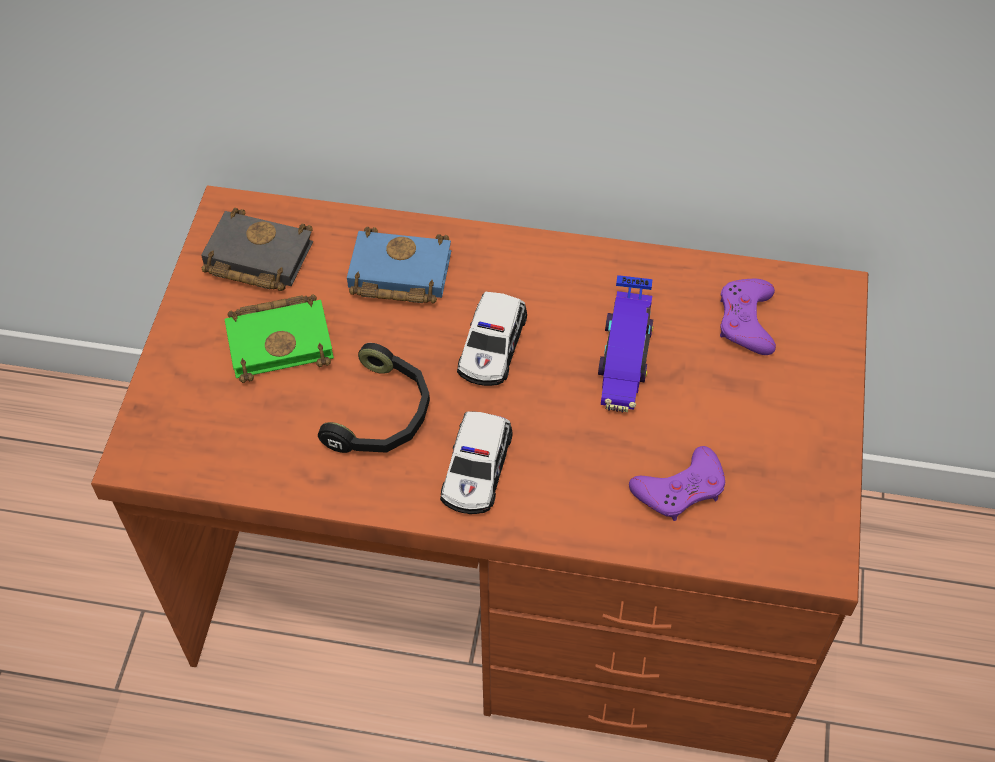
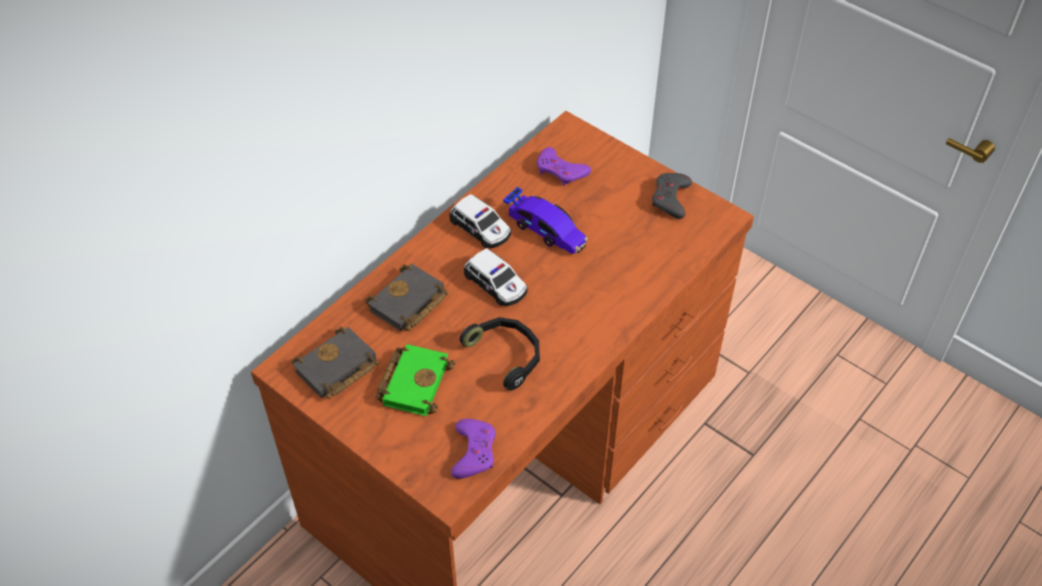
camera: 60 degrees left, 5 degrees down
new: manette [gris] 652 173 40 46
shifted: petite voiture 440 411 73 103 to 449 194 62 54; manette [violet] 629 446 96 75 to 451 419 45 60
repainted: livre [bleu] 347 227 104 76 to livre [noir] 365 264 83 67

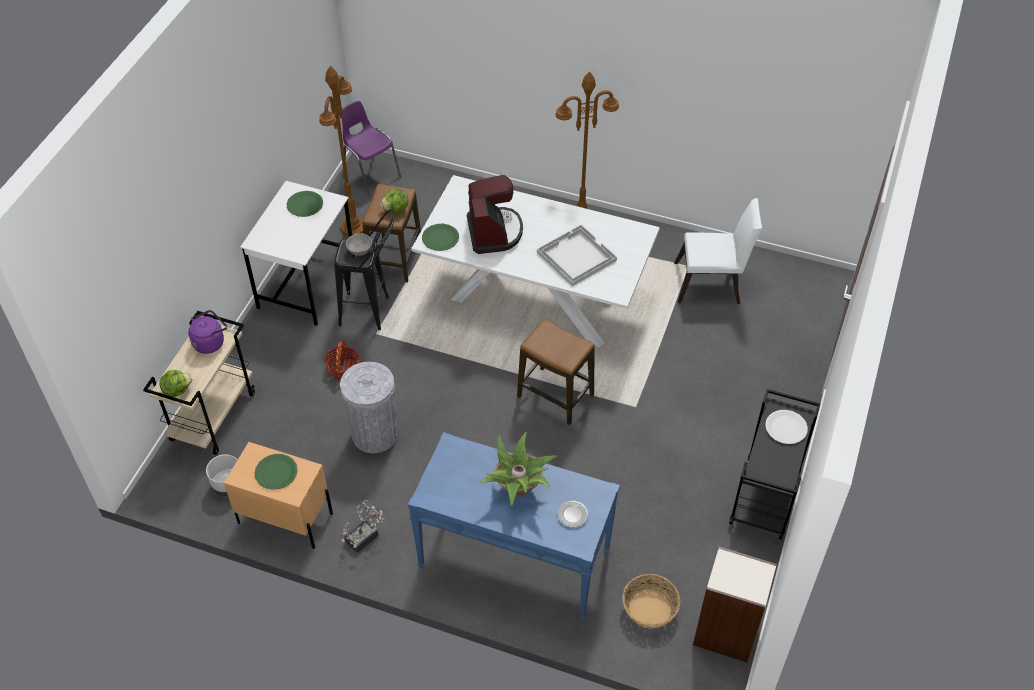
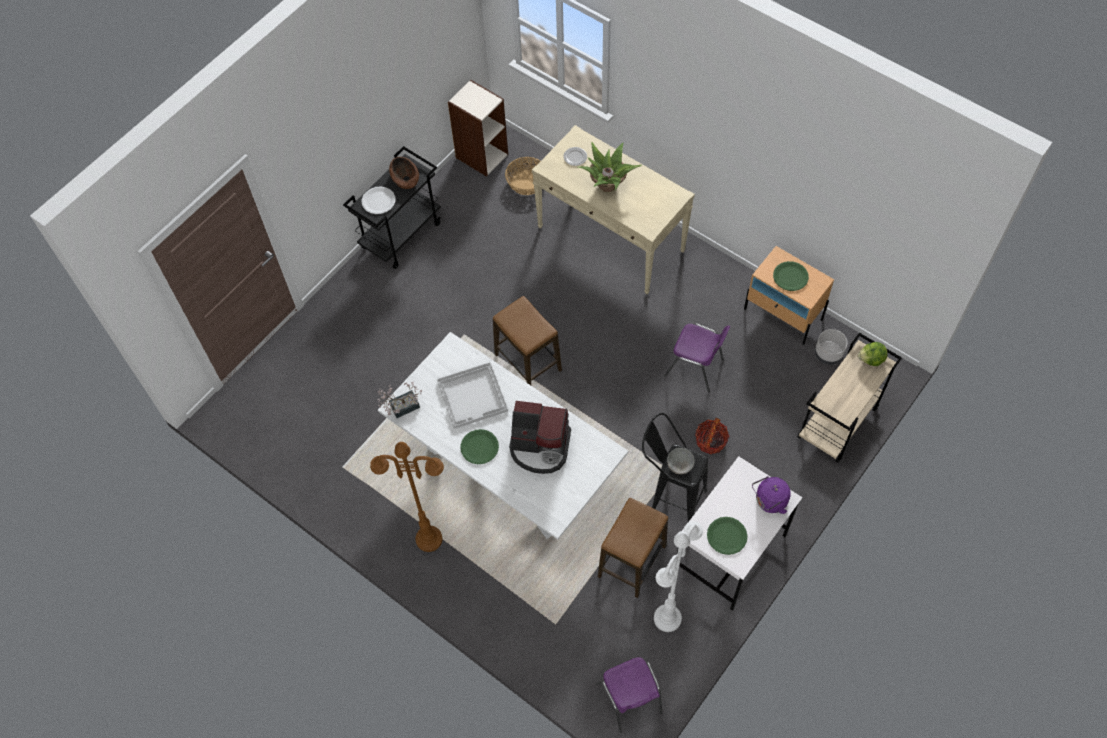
camera: 160 degrees left, 10 degrees up
gone: laitue 380 189 28 24; chaise [blanc] 674 198 88 106
new: bol [marron] 389 157 30 32
shifted: bouilloire [violet] 188 310 39 44 to 752 476 39 38; plante en pot 342 500 43 53 to 378 382 44 36; assiette [vert] 422 224 37 27 to 460 429 39 35
swapped: poubelle [gris] 340 362 58 91 to chaise [violet] 664 323 66 69
repainted: lampadaire [marron] 319 66 44 171 to lampadaire [blanc] 654 521 49 111; table console [bleu] 408 432 212 189 to table console [beige] 532 125 163 169
rotated: machine à café 467 175 56 79 = 509 401 62 73 90 degrees counterclockwise

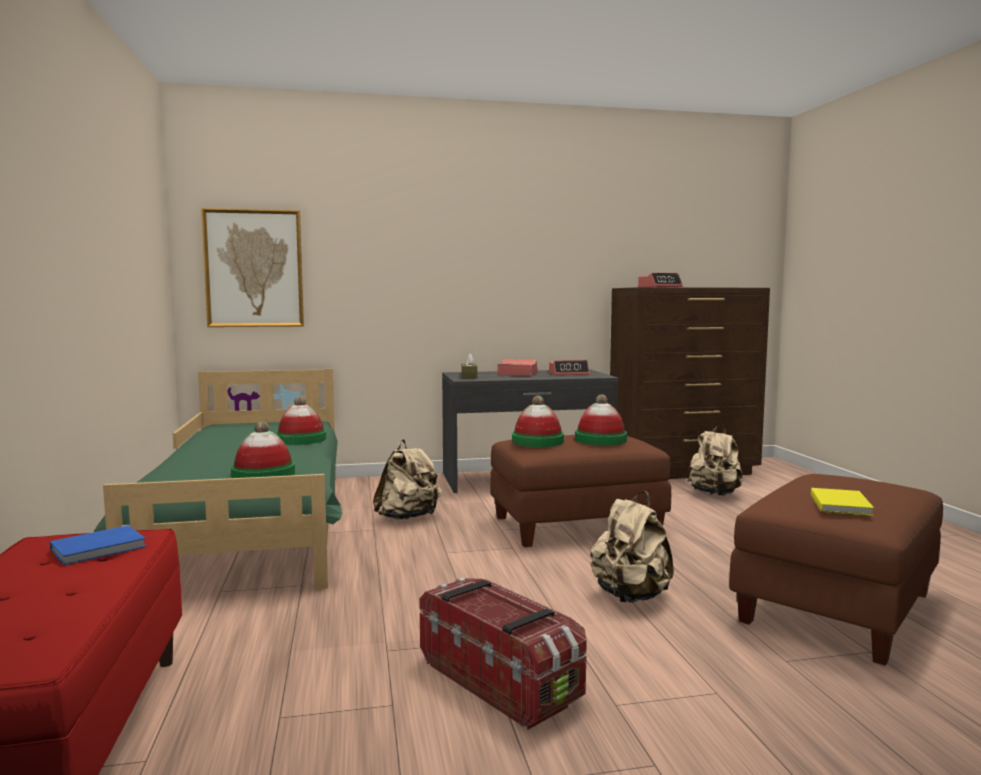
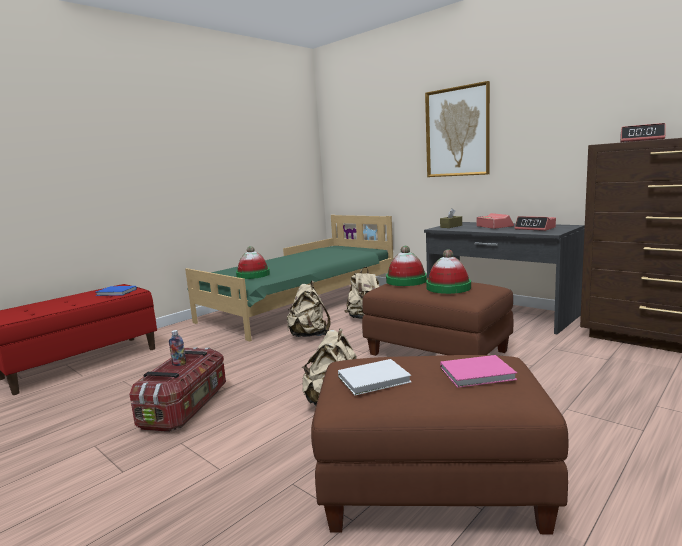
camera: 55 degrees right, 5 degrees up
gone: chapeau 276 397 50 48
new: bouteille 169 330 17 36; livre [rose] 440 355 77 33
shifted: tableau 201 208 103 119 to 425 81 65 96; sac à dos [beige] 687 424 56 72 to 287 281 44 56
repainted: livre [jaune] 811 488 63 28 to livre [blanc] 338 359 74 36

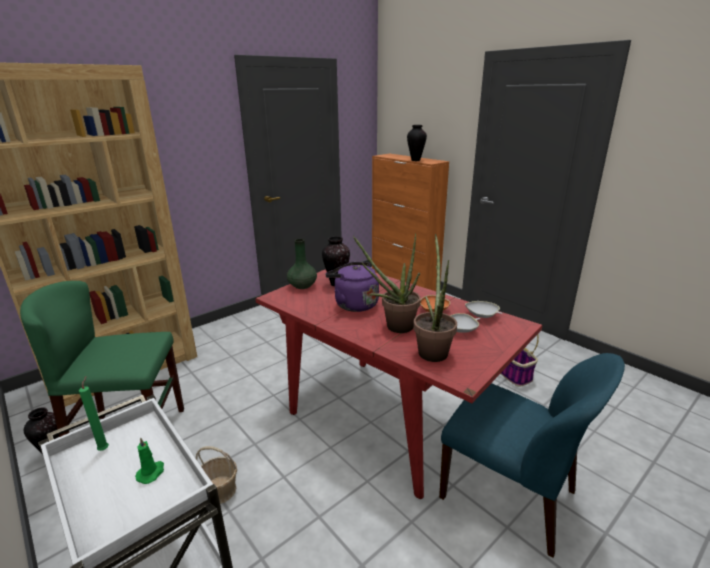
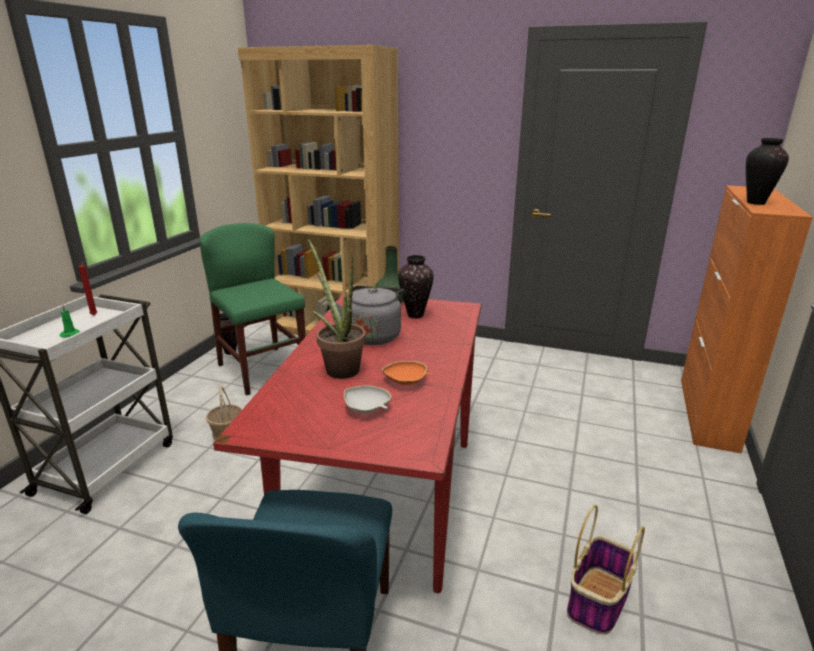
camera: 60 degrees right, 0 degrees up
gone: plante en pot 413 234 44 128; bol [blanc] 465 301 38 17
repainted: bougie [vert] 79 376 30 75 to bougie [rouge] 79 259 18 56; bouilloire [violet] 325 262 54 50 to bouilloire [gris] 336 286 68 59

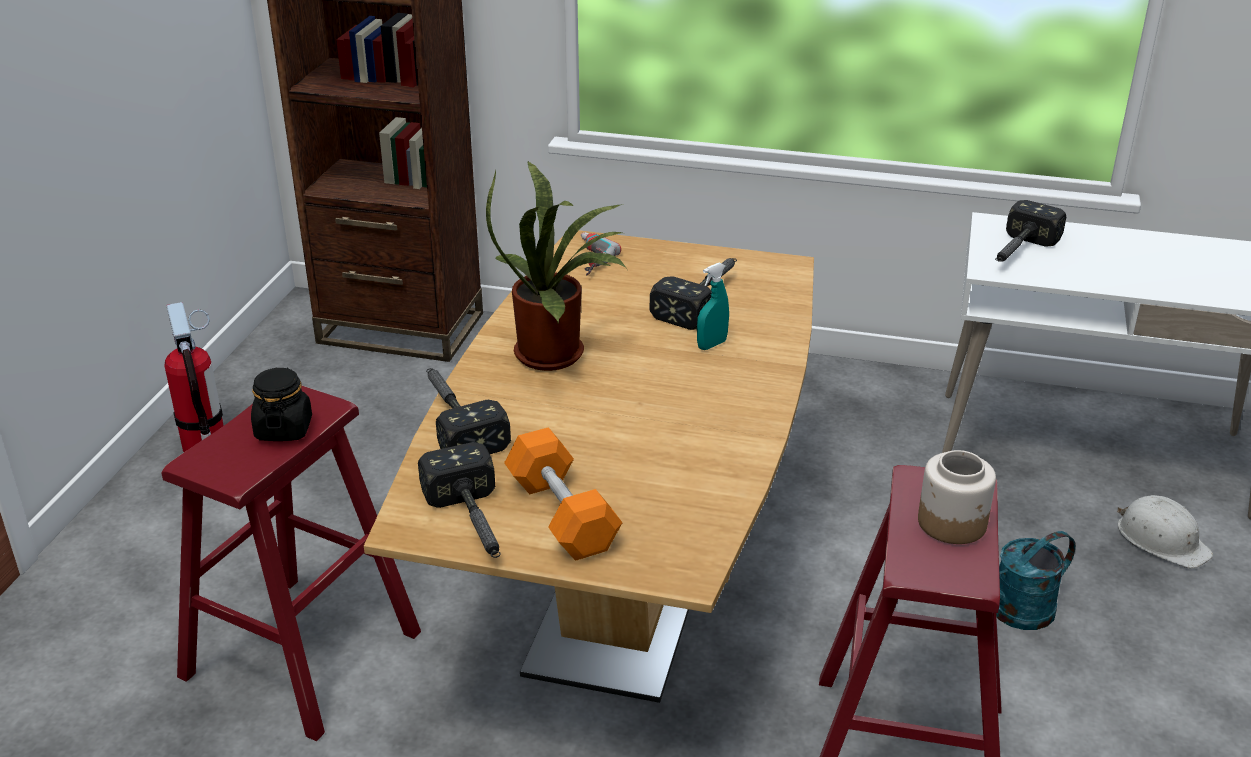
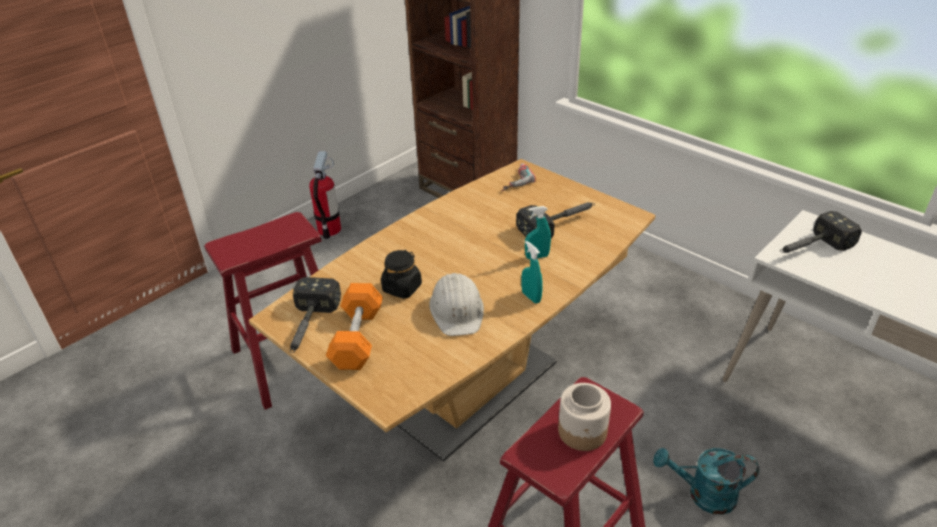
camera: 30 degrees right, 5 degrees up
gone: marteau 426 368 85 86; plante en pot 486 160 141 211
new: vaporisateur [turquoise] 522 241 21 63
shifted: bocal [noir] 251 368 61 73 to 381 250 41 49; casque de chantier [blanc] 1117 495 96 73 to 429 273 55 63

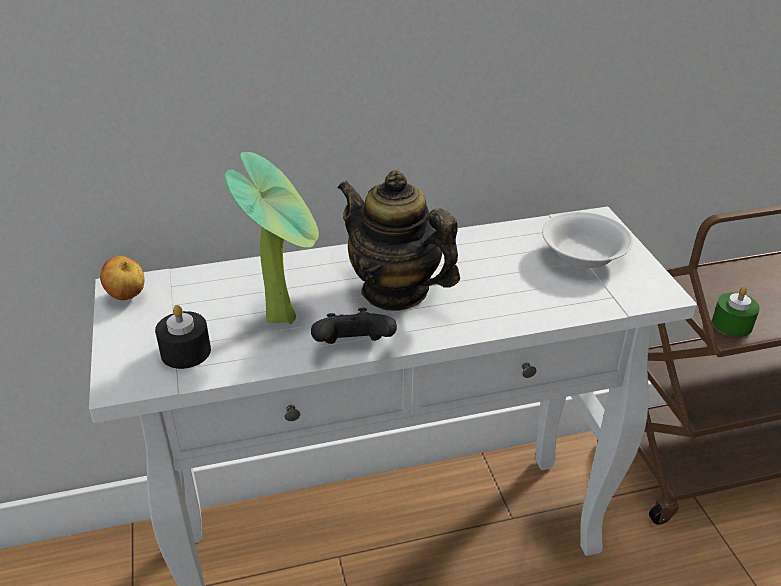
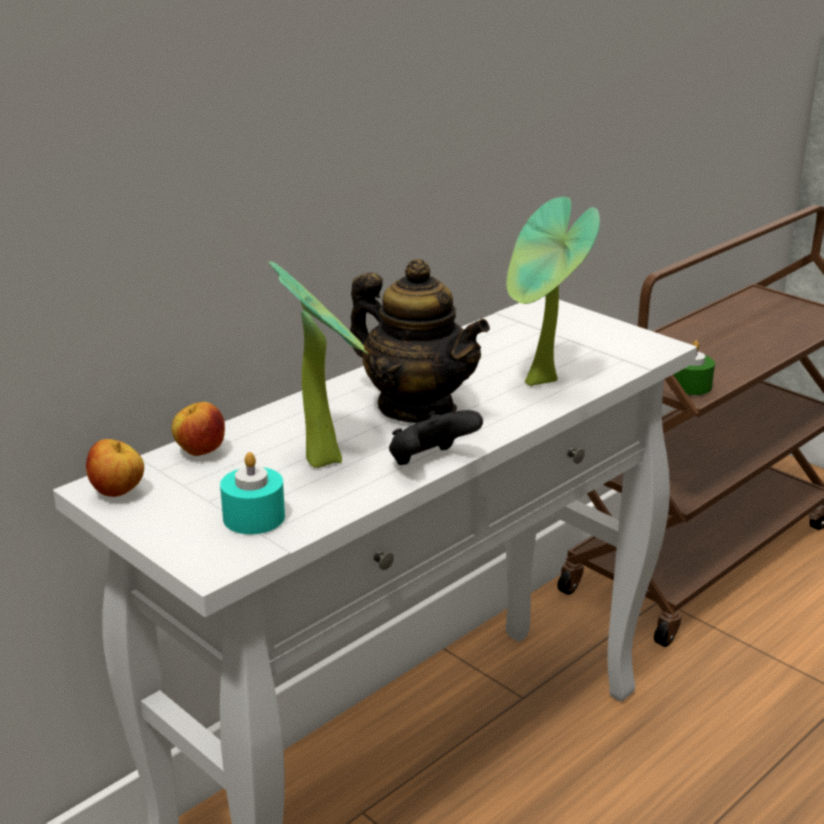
camera: 30 degrees left, 10 degrees down
gone: bol [blanc] 542 212 91 56
new: pomme 171 402 54 54; plante en pot 507 197 93 189
repainted: bougie [noir] 155 305 56 64 to bougie [turquoise] 220 452 65 82
rotated: théière 337 170 123 141 = 350 259 140 164 150 degrees counterclockwise

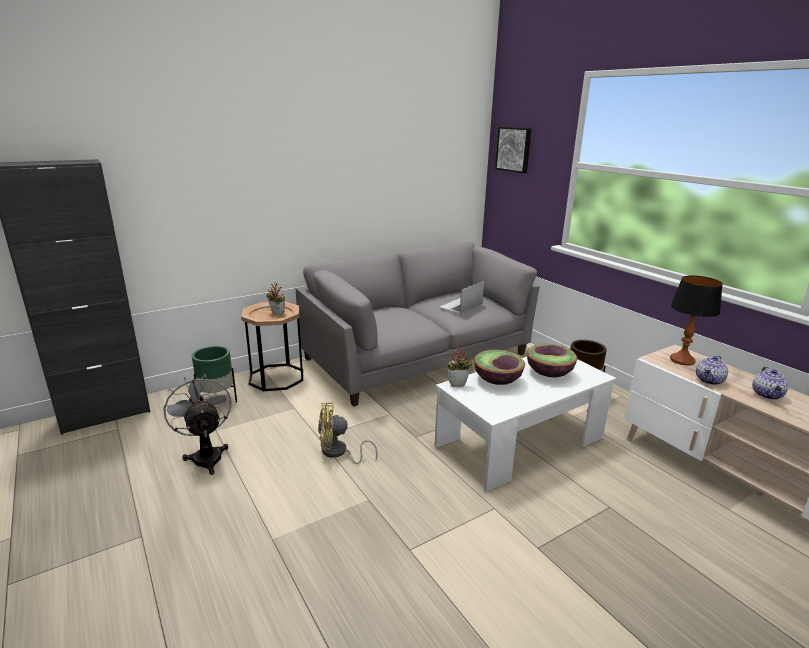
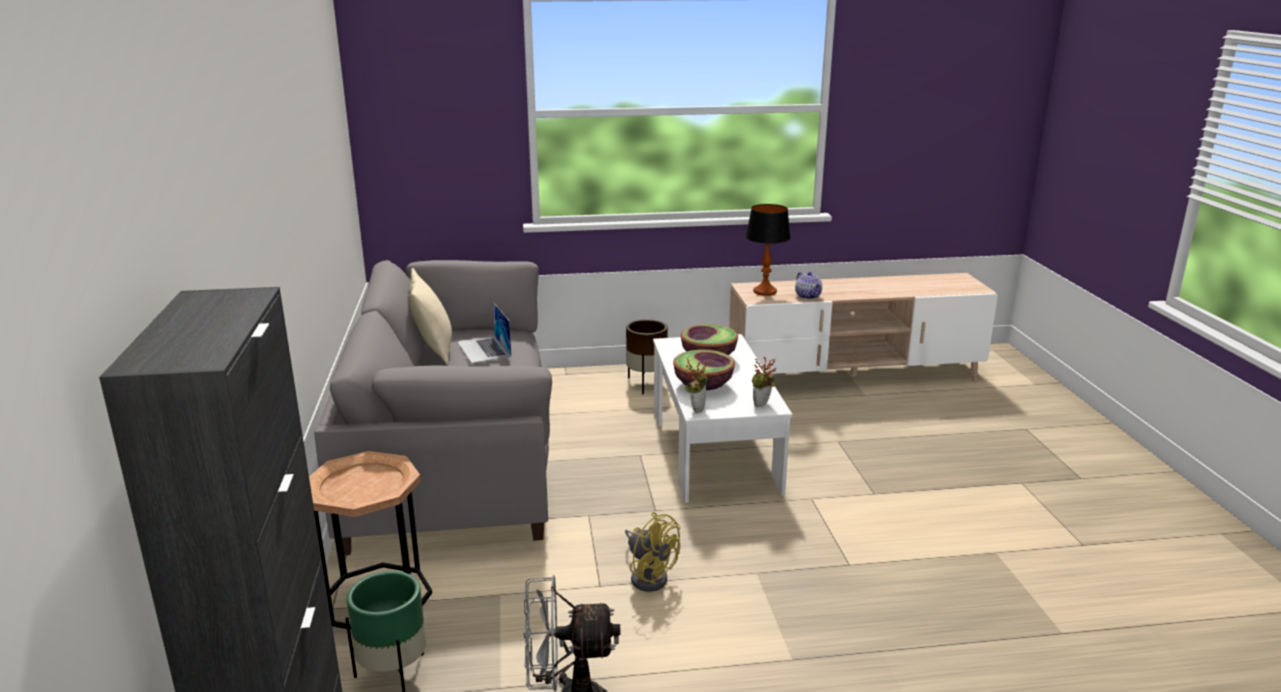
camera: 65 degrees left, 0 degrees up
gone: tableau 495 127 36 46; théière 752 367 36 33
new: coussin [beige] 409 268 43 97
shifted: plante en pot 266 282 19 33 to 752 357 25 50
rotated: ventilateur [jaune] 318 403 60 61 = 625 512 55 80 60 degrees counterclockwise

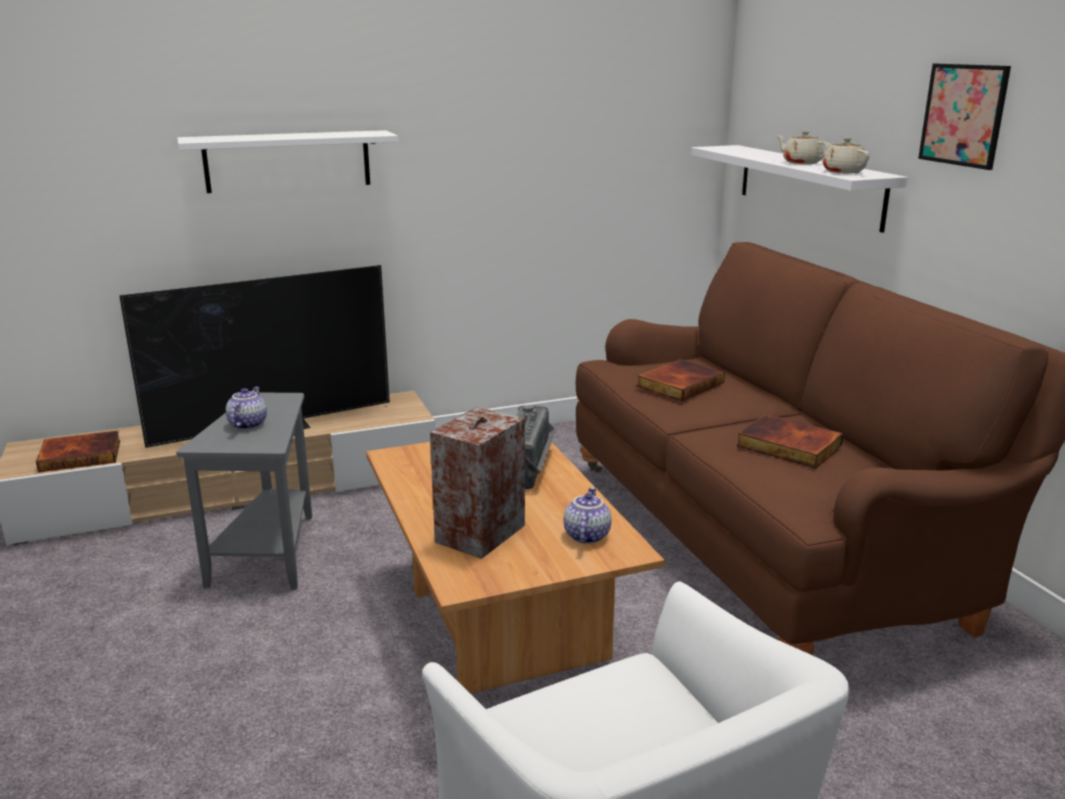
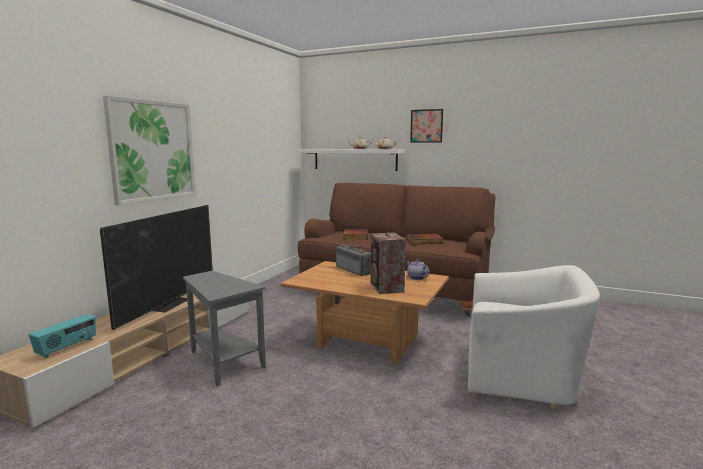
camera: 45 degrees left, 10 degrees down
gone: théière 226 387 41 43
swapped: livre 36 431 84 41 to radio 29 314 67 44; étagère [blanc] 177 130 221 63 to tableau 103 95 93 110

